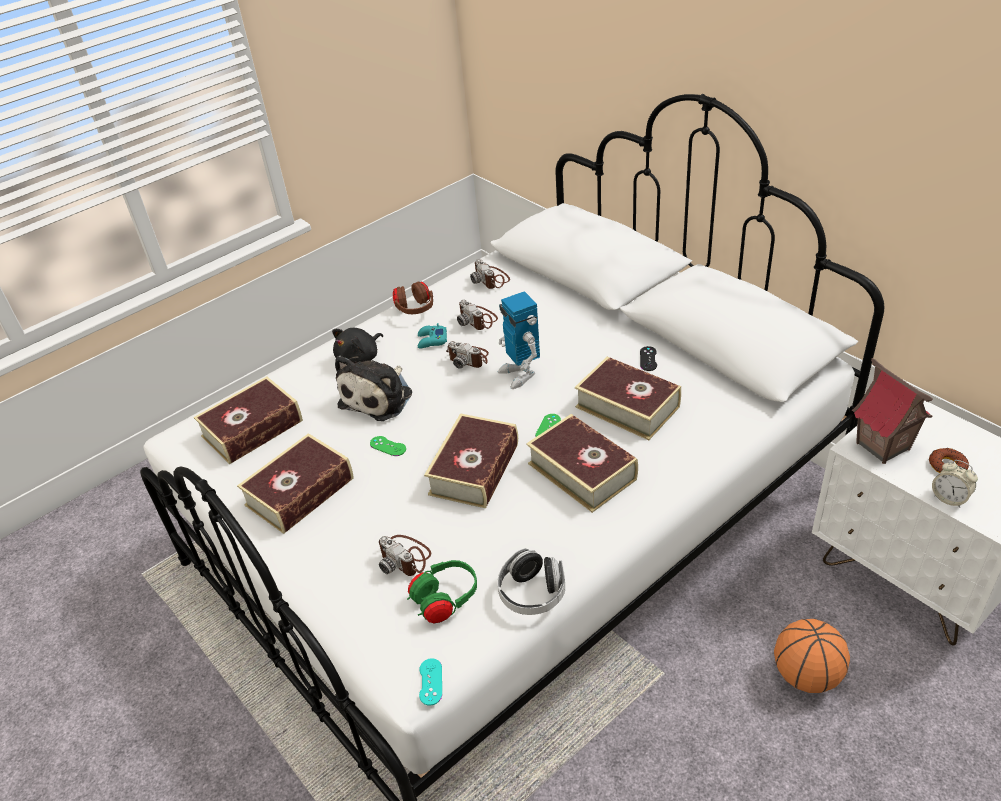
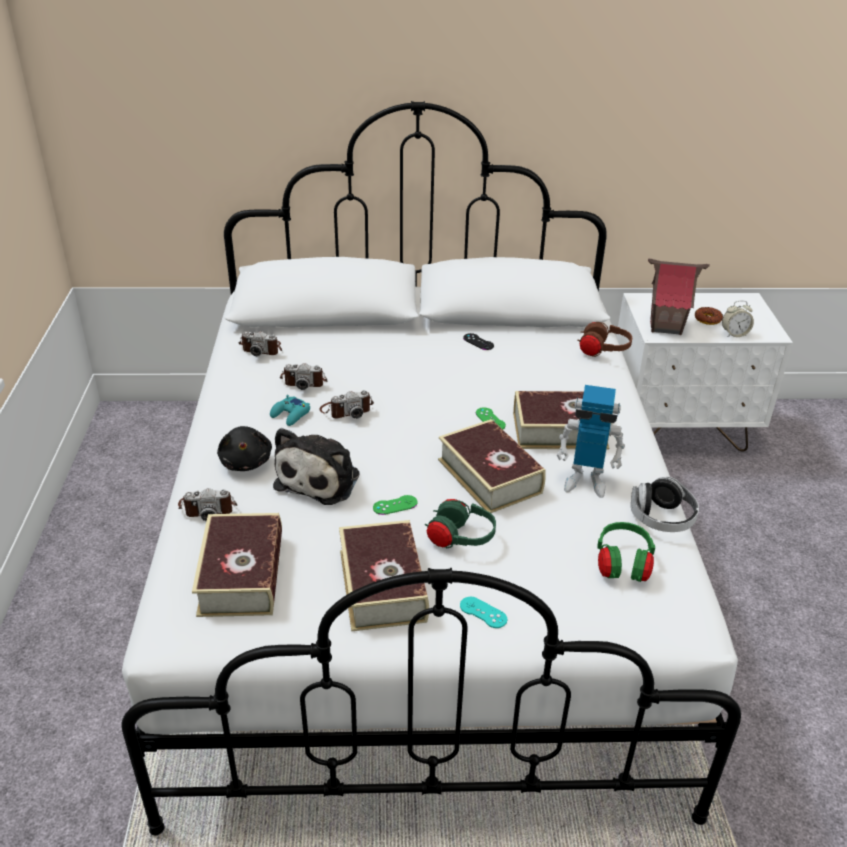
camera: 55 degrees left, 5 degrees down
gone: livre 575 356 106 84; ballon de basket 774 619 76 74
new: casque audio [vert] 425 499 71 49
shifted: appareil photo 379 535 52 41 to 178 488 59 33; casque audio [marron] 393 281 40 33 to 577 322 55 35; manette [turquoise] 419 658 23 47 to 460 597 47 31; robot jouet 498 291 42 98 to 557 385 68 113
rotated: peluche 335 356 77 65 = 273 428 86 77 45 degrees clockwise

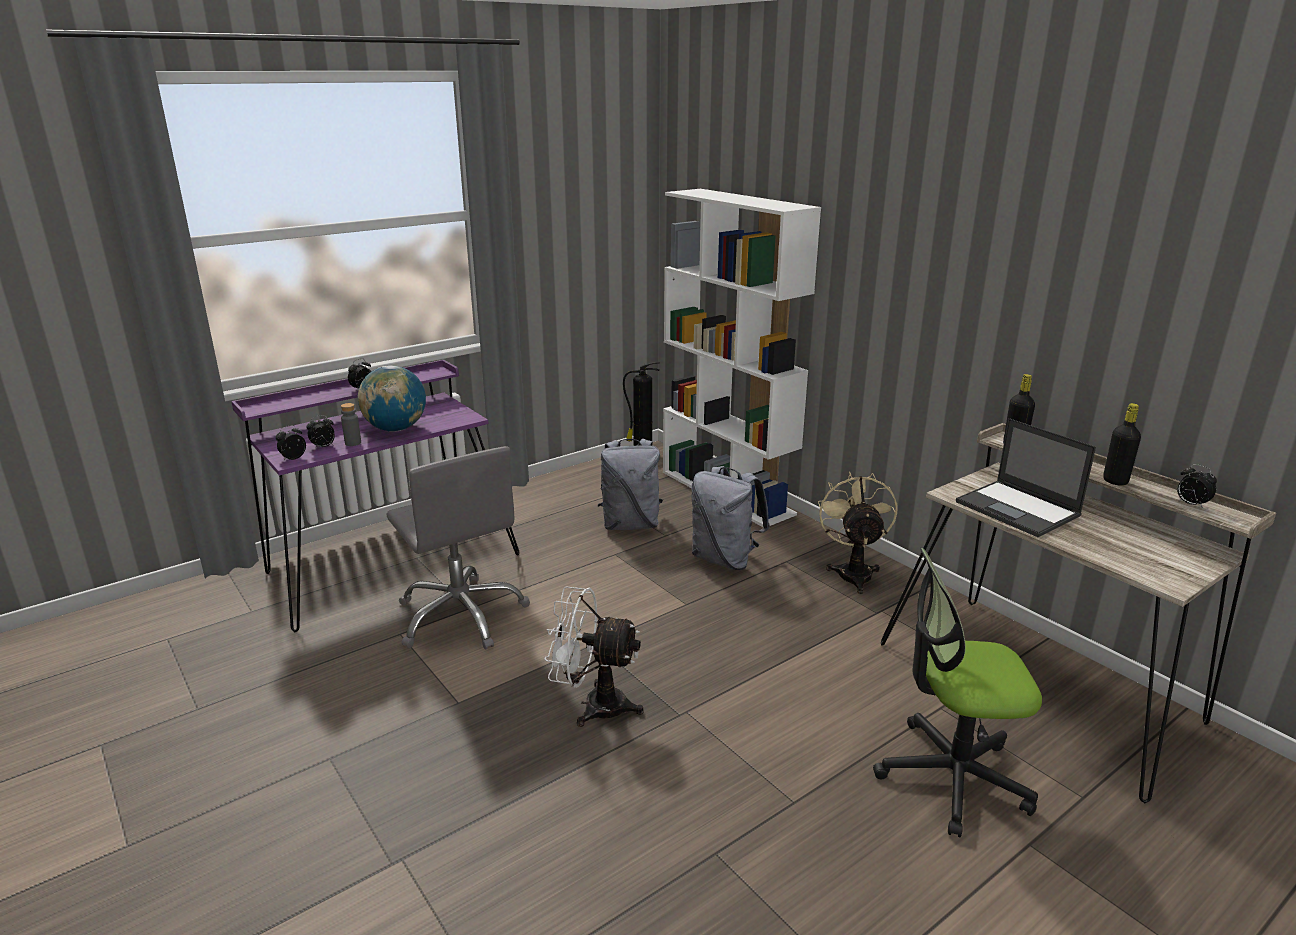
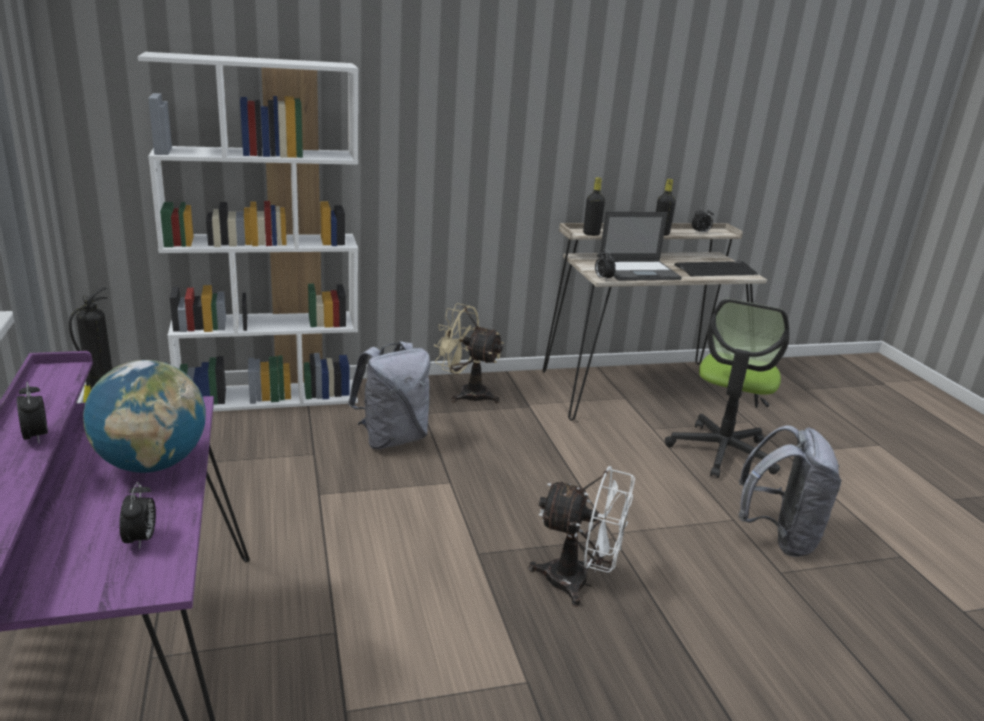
camera: 70 degrees left, 0 degrees up
gone: bouteille [gris] 341 403 20 43; chaise de bureau [gris] 386 446 144 204
new: clavier 674 261 84 15
shifted: réveil 276 425 30 35 to 595 249 21 32; sac à dos [gris] 598 438 65 92 to 739 425 102 132
rotated: ventilateur [blanc] 544 587 100 140 = 529 466 106 141 105 degrees counterclockwise

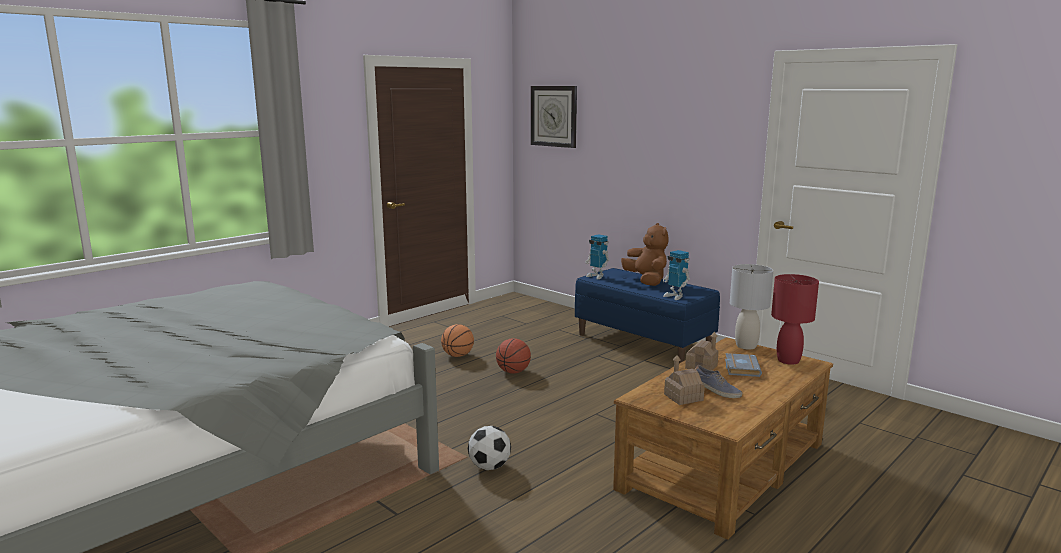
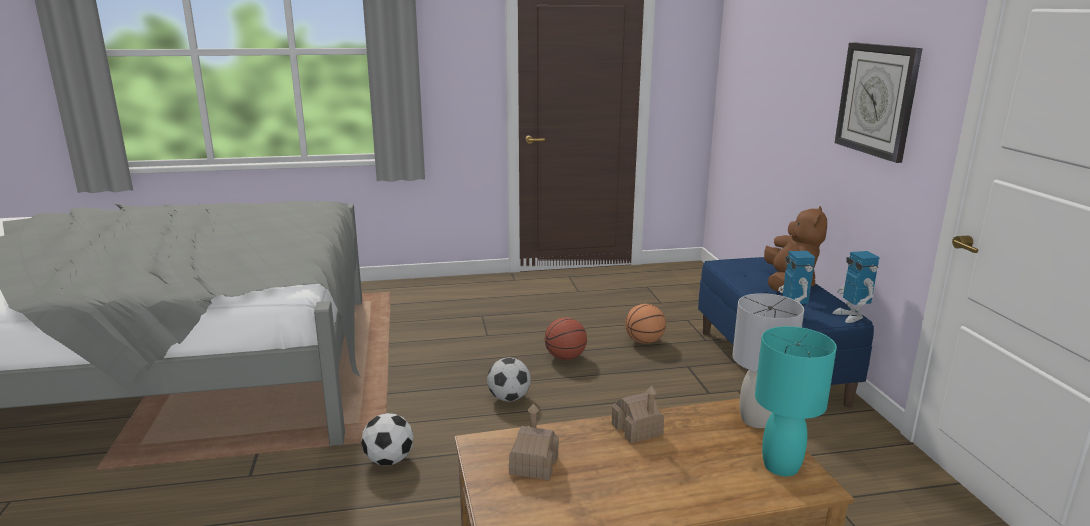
camera: 35 degrees right, 5 degrees up
gone: chaussure 694 365 48 33; livre [gris] 725 353 37 24
new: ballon de foot 487 358 44 44
shifted: ballon de basket 441 324 33 33 to 625 304 41 40; horloge murale 531 86 46 62 to 835 42 88 121; robot jouet 585 234 25 45 to 833 251 47 72
repainted: lampe de table [rouge] 771 274 48 91 to lampe de table [turquoise] 755 326 82 150

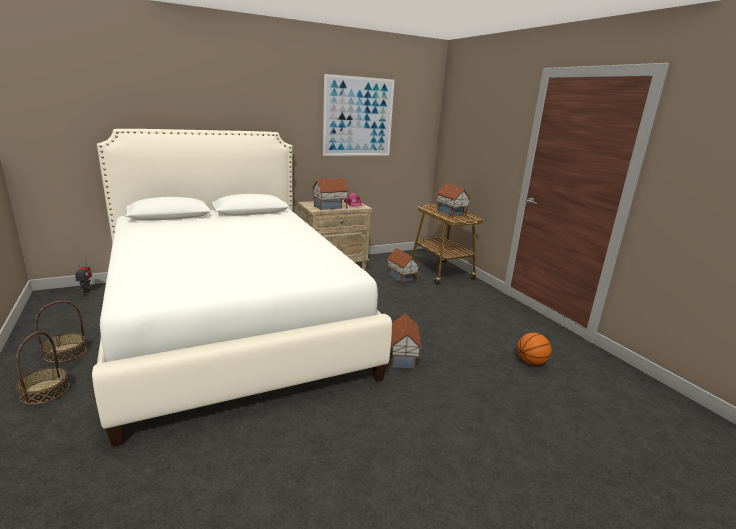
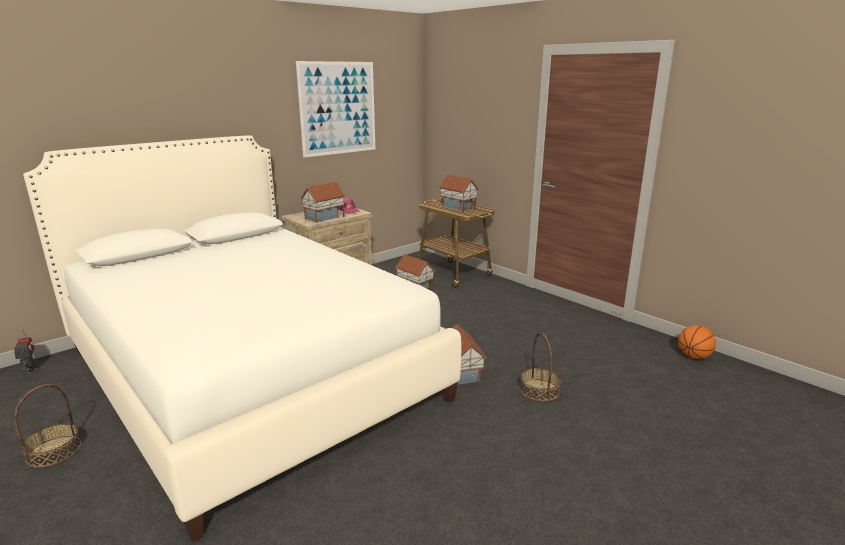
camera: 15 degrees left, 0 degrees up
shifted: panier 16 331 54 74 to 519 332 42 70; ballon de basket 517 333 34 32 to 678 325 38 34

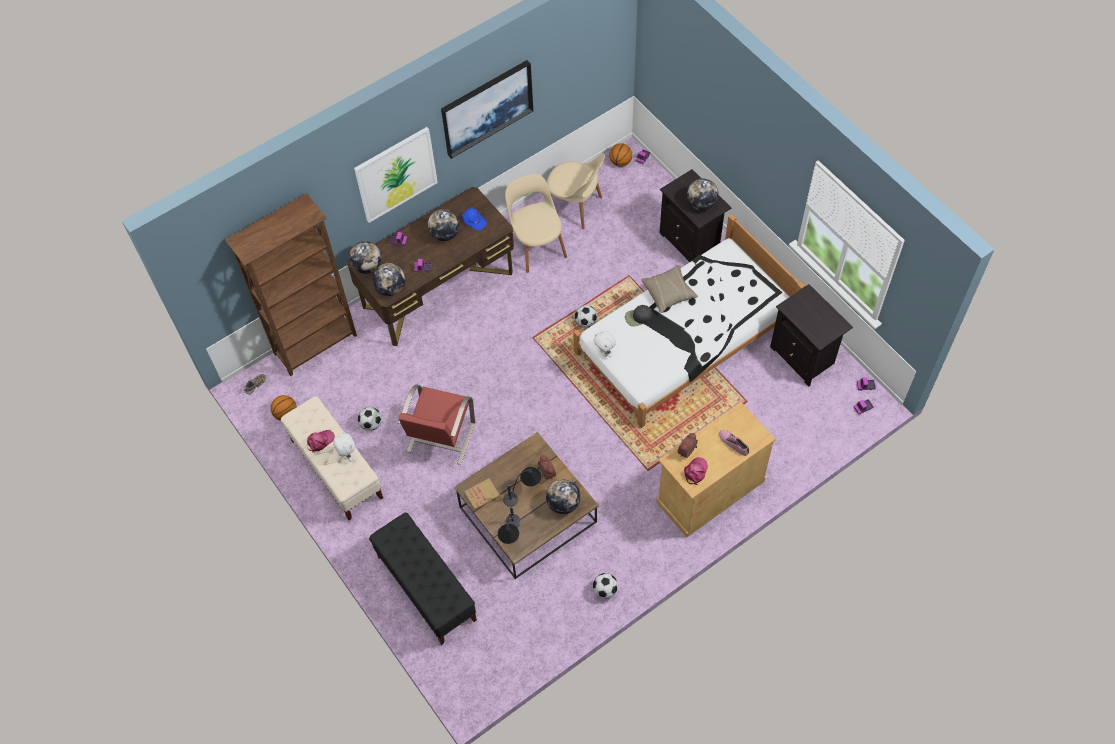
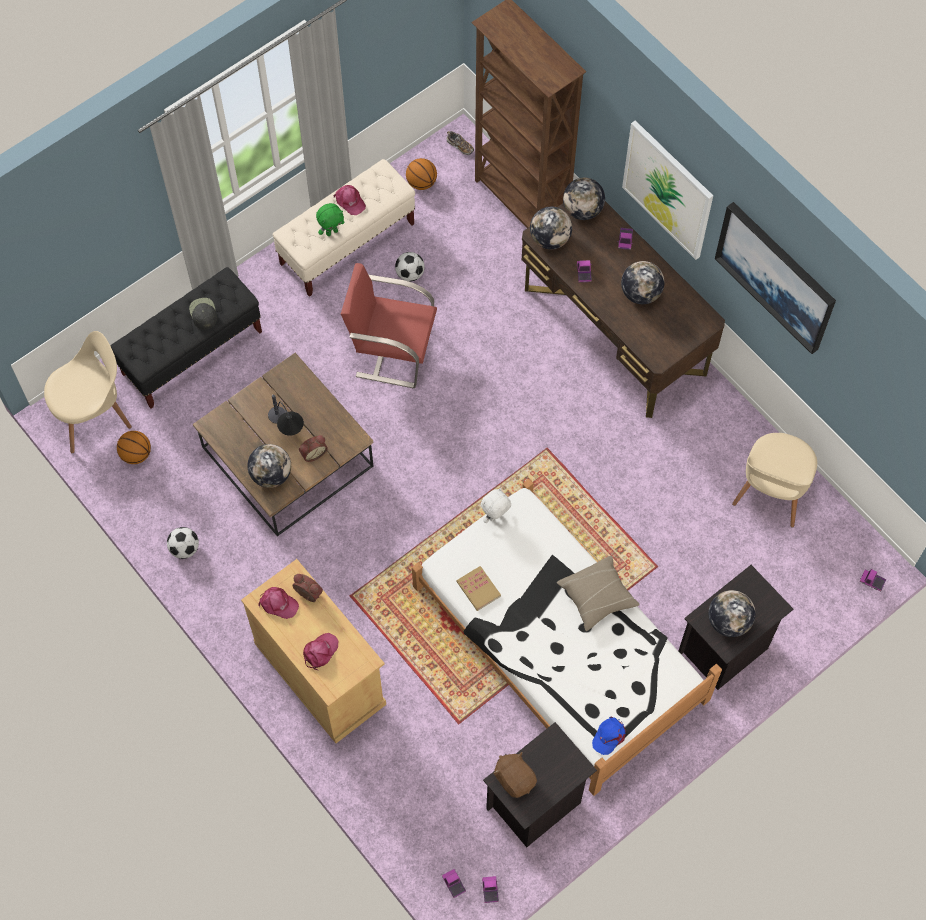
camera: 85 degrees right, 5 degrees up
gone: lampe de table 498 506 23 38; ballon de foot 575 305 22 23
new: peluche [marron] 493 752 44 46
shifted: casquette [bleu] 461 208 26 22 to 592 716 34 39; livre 464 478 36 32 to 457 566 44 45; chaise [beige] 505 174 62 99 to 44 331 88 122; ballon de basket 609 143 23 24 to 117 431 34 33; casquette [noir] 625 305 28 21 to 189 298 28 32
swapped: chaussure 719 430 30 26 to casquette [rose] 303 633 35 37
repainted: peluche [blanc] 333 431 22 31 to peluche [vert] 316 203 29 33

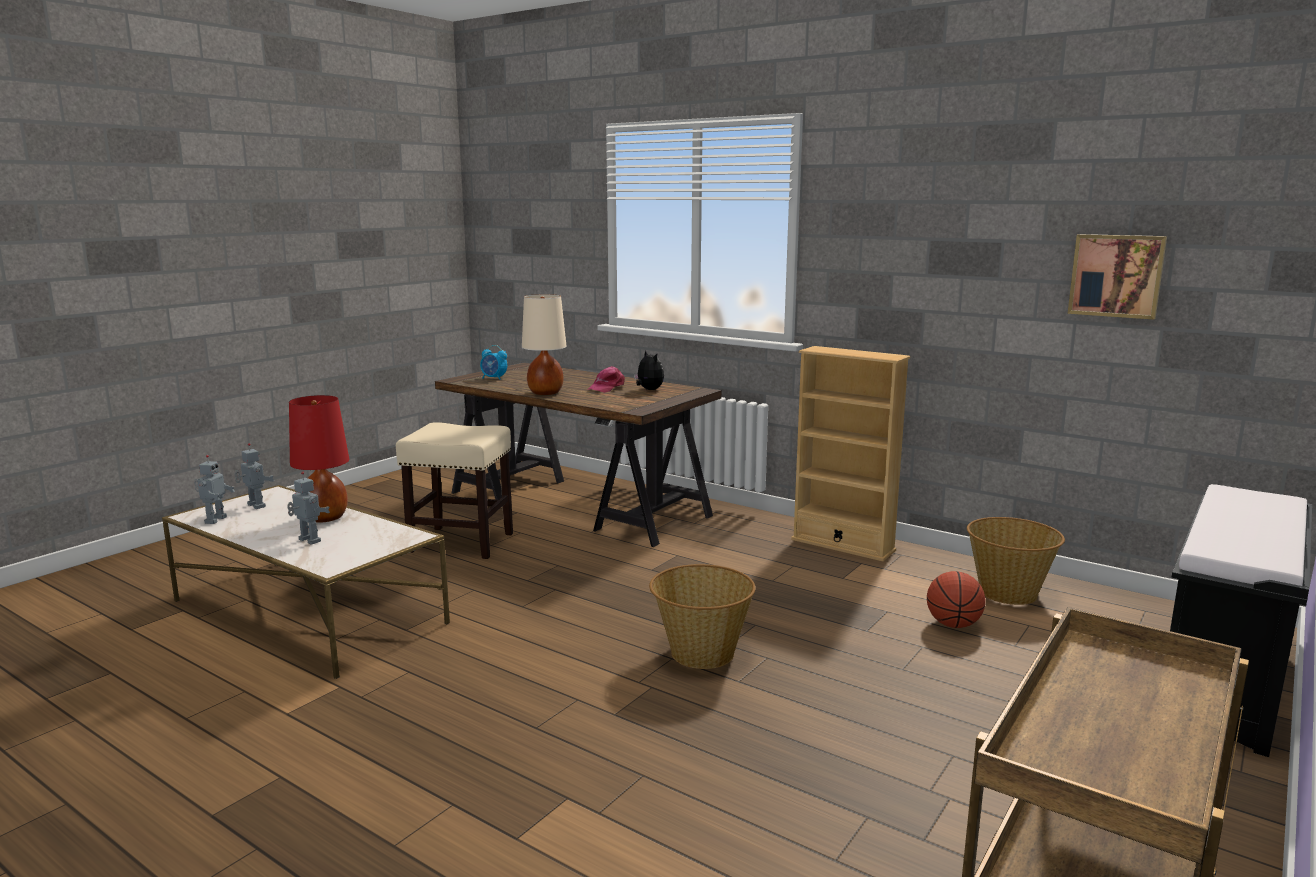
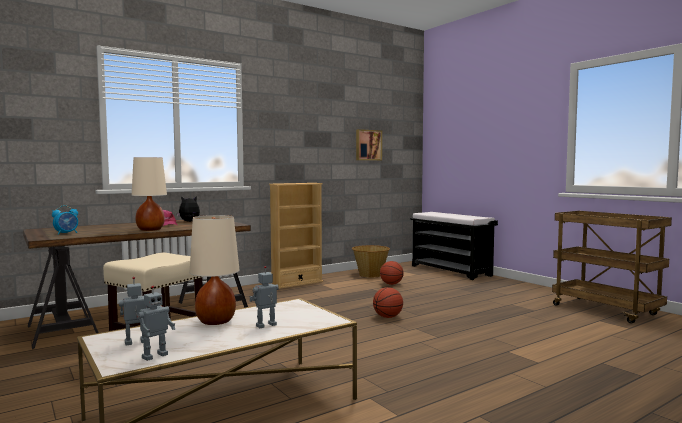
camera: 70 degrees left, 10 degrees down
swapped: panier 649 564 107 105 to ballon de basket 373 287 30 31
repainted: lampe de table [rouge] 289 395 60 128 to lampe de table [beige] 190 215 49 110
rotated: robot jouet 194 455 41 69 = 137 286 38 75 105 degrees clockwise

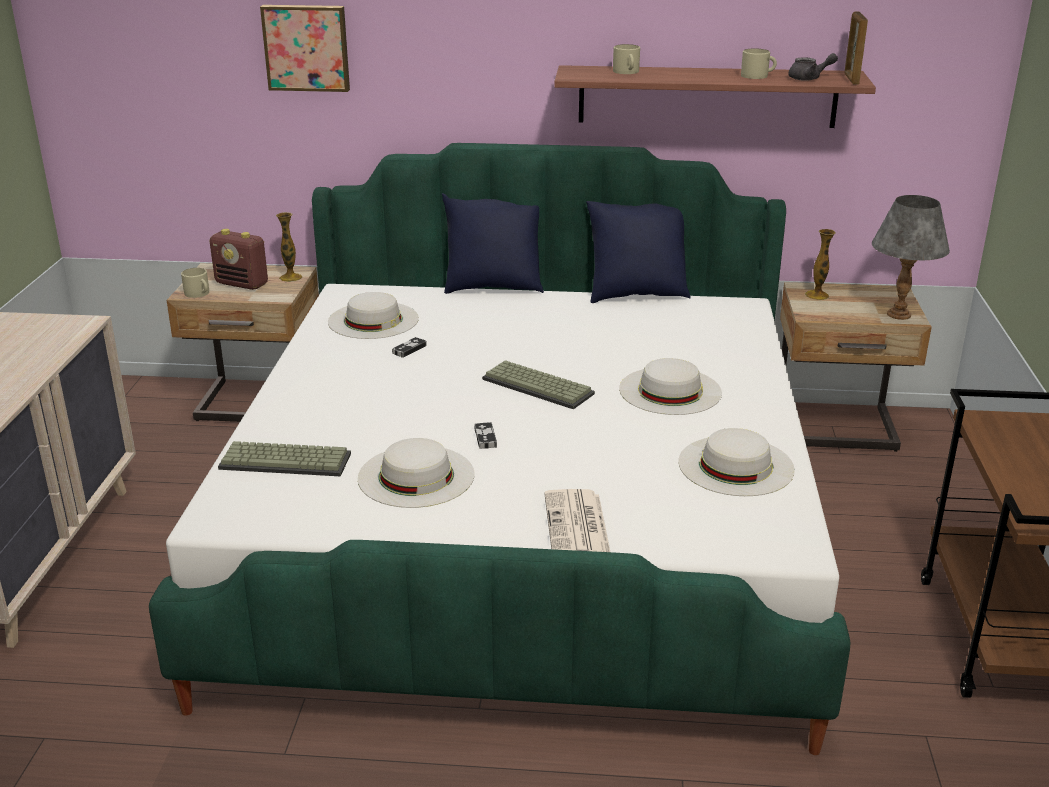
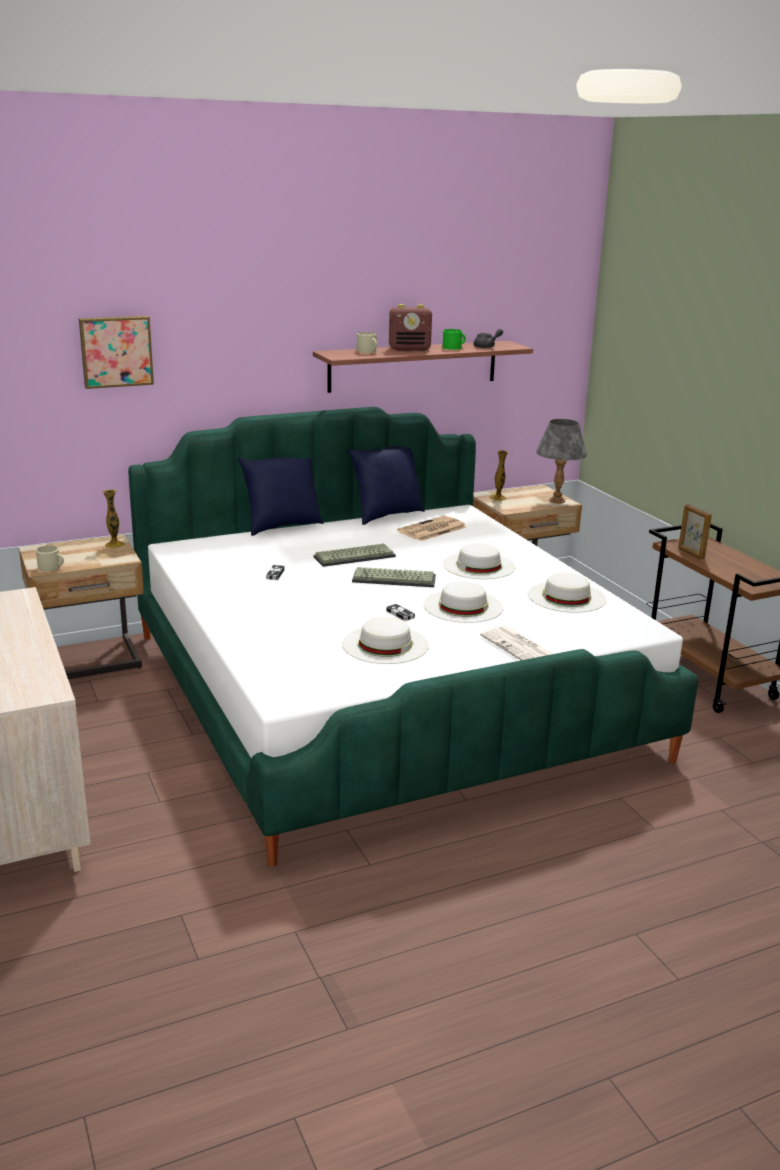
camera: 30 degrees left, 5 degrees down
new: journal 397 515 69 26
shifted: radio 210 229 58 61 to 389 304 43 47; clavier 218 441 133 35 to 314 544 82 23; chapeau [blanc] 328 292 91 47 to 423 581 80 42; cadre photo 844 11 24 74 to 678 504 34 56
repainted: mug [beige] 741 48 36 31 to mug [vert] 443 329 23 21

